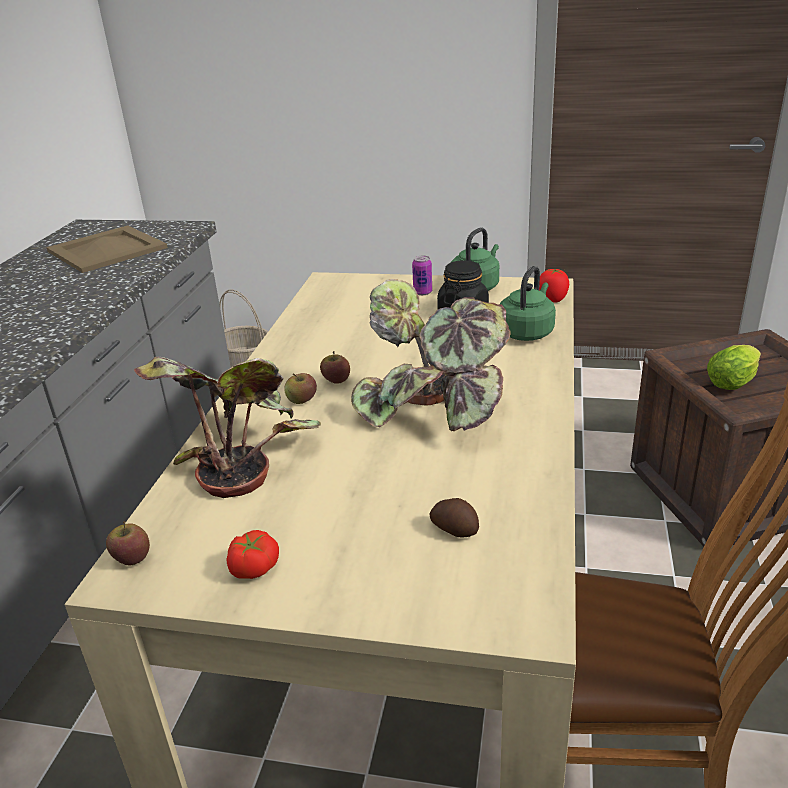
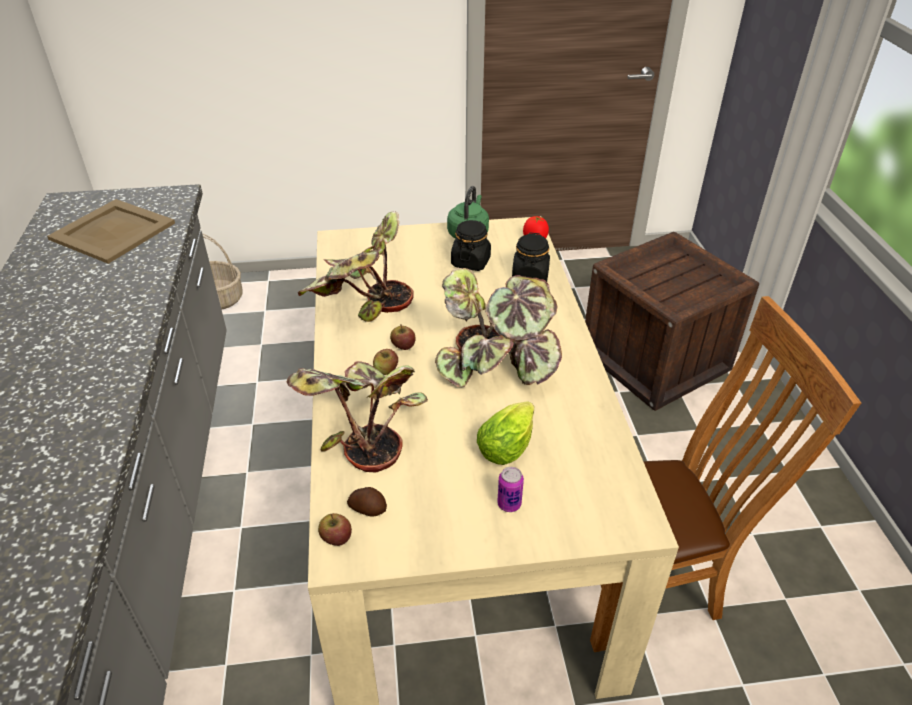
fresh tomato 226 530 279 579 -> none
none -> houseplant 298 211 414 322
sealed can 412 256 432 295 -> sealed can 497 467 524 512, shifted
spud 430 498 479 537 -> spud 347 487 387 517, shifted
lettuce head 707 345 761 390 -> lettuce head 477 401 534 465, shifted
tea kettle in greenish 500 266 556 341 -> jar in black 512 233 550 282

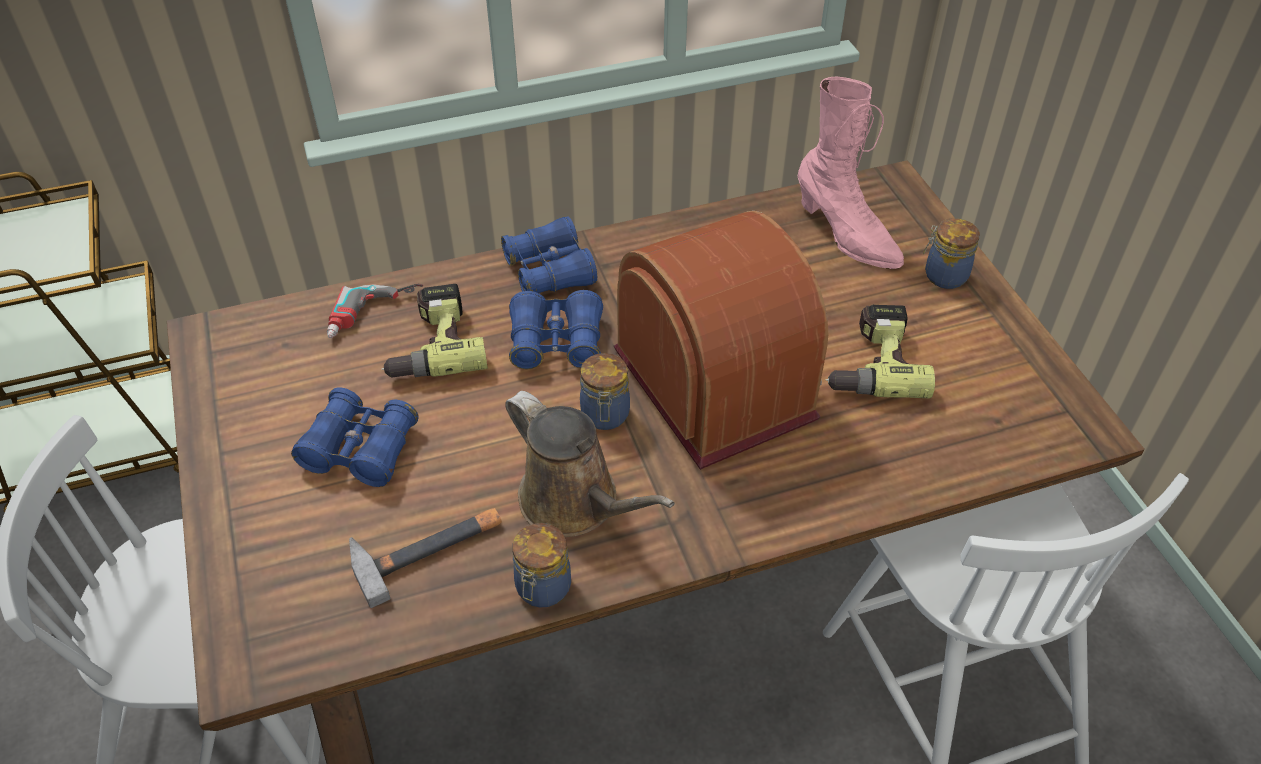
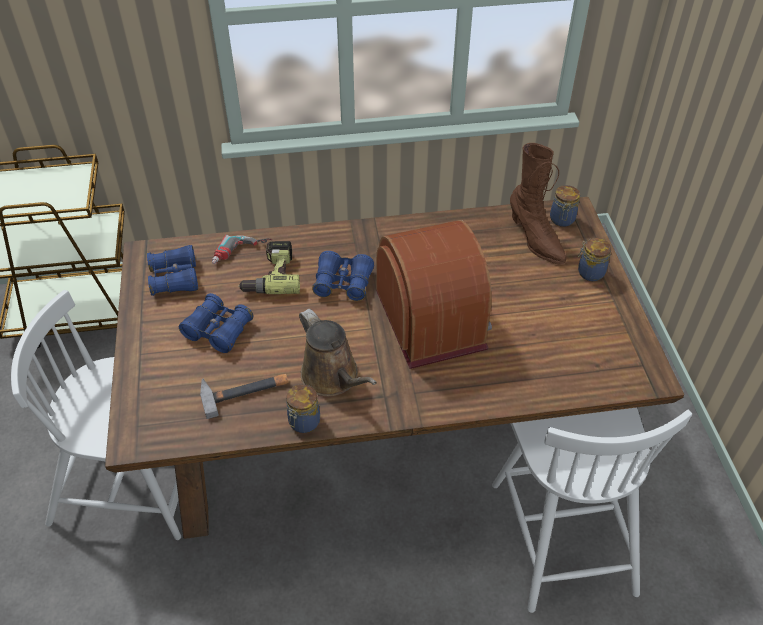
power drill 826 305 935 399 -> none
binoculars in bluish 501 216 597 293 -> binoculars in bluish 147 245 198 296, shifted
jar 580 353 630 430 -> jar 550 185 580 227, shifted
tall boot in pink-coloured 798 77 904 269 -> tall boot in brown 510 143 566 265

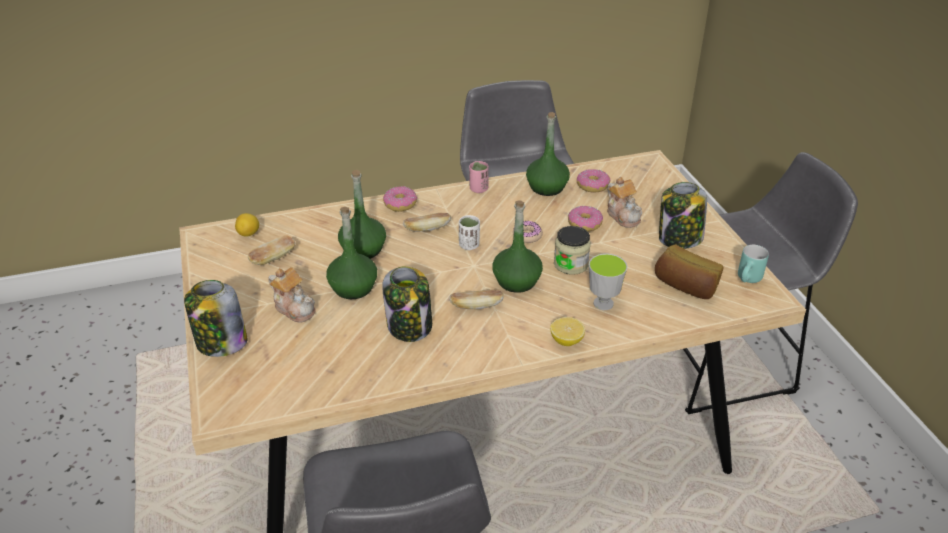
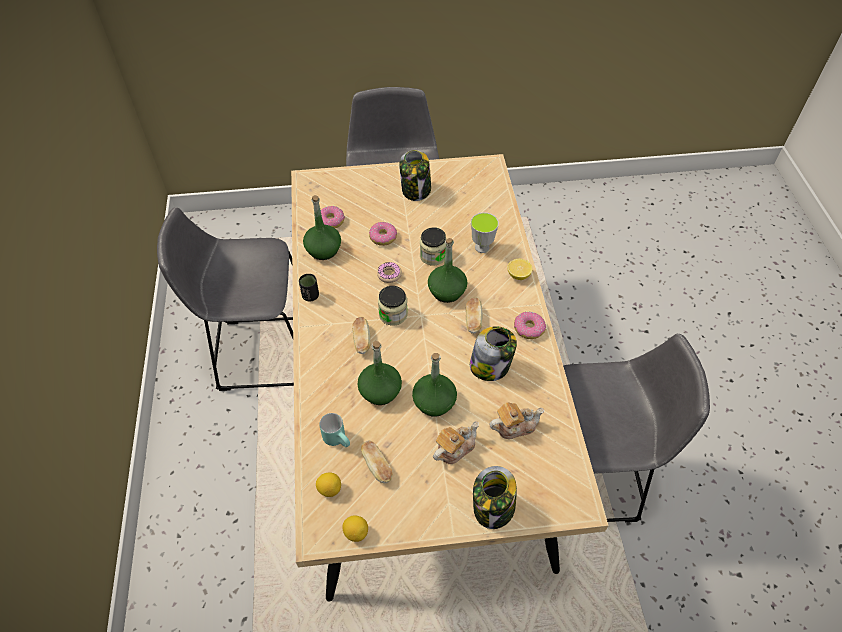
bread 655 245 723 299 -> none
none -> lemon 342 515 368 542
donut 383 186 417 212 -> donut 514 312 546 339, shifted
tea pot 607 177 642 228 -> tea pot 489 402 544 439, shifted
tea mug in turquoise 738 245 769 283 -> tea mug in turquoise 319 413 350 447, shifted
small cup in white-coloured 459 215 480 250 -> jar 378 286 408 326
small cup in pink-coloured 469 161 489 193 -> small cup in black 299 274 319 301

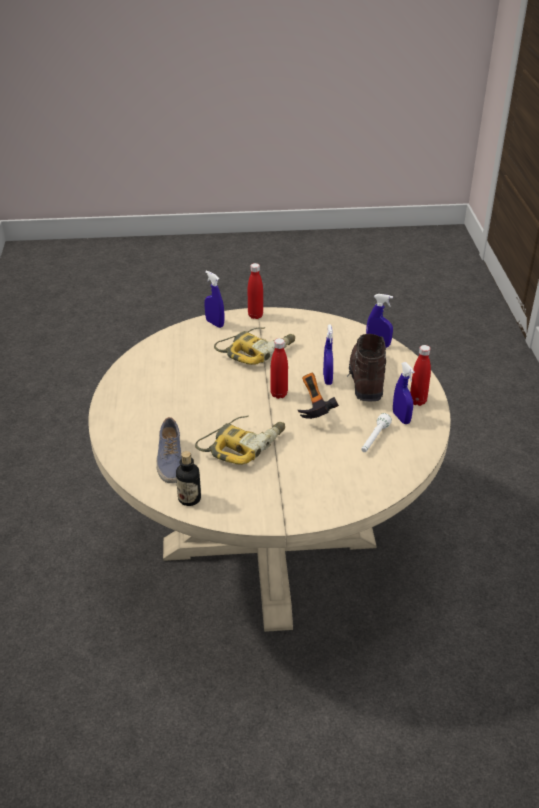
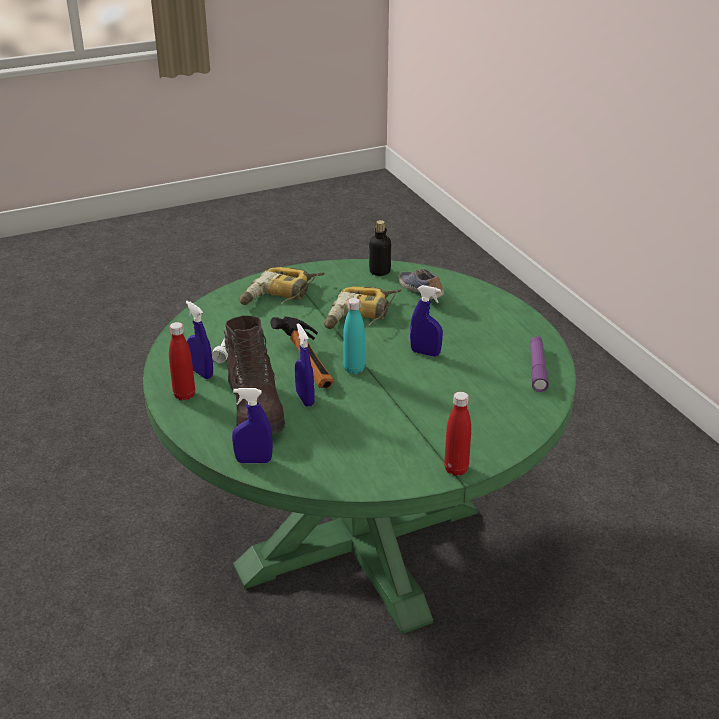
none -> torch in purple-coloured 530 336 549 392
hand sprayer in bluish 204 270 224 328 -> hand sprayer in bluish 410 285 443 356, shifted
power drill 214 327 295 365 -> power drill 239 267 325 305, shifted
dining table in beige-coloured 88 307 451 632 -> dining table in greenish 143 259 576 634
drink bottle in red 270 338 288 399 -> drink bottle in turquoise 343 298 365 374

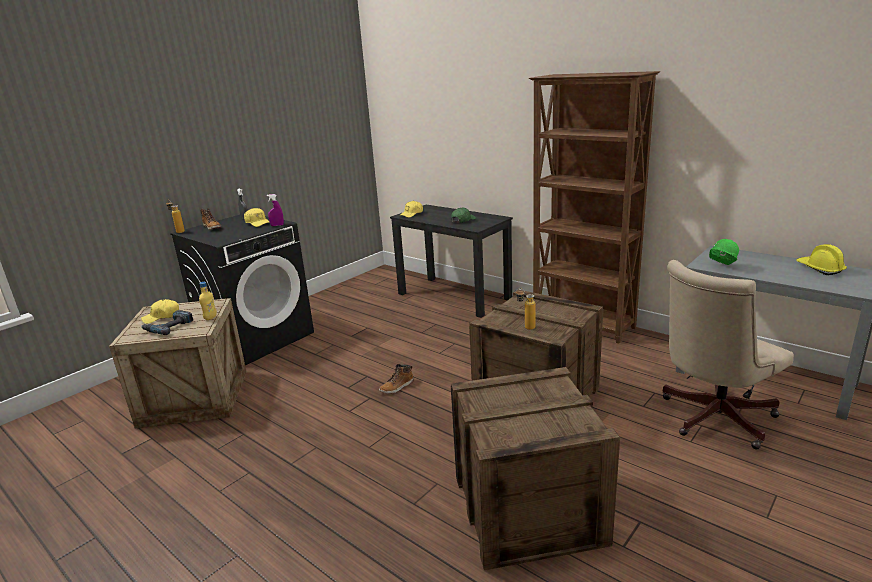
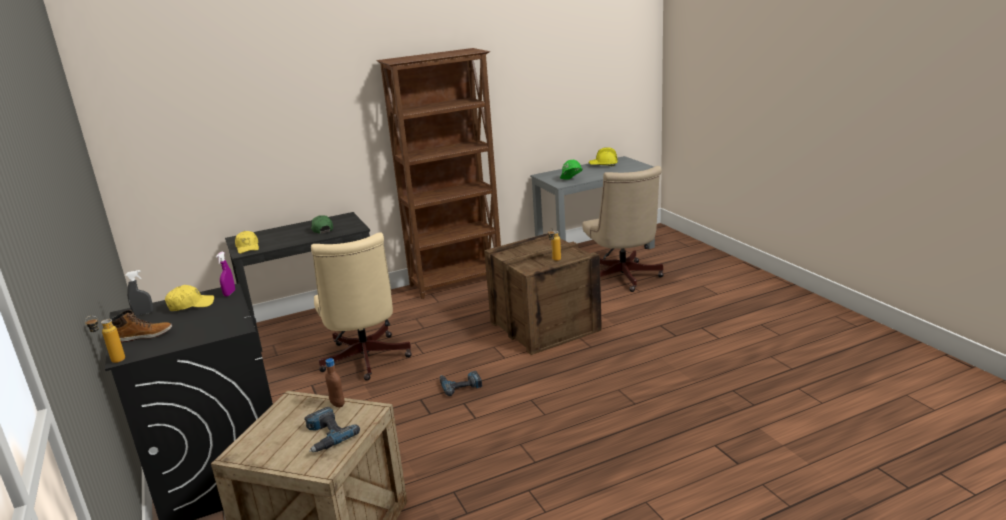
baseball cap in yellow-coloured 141 299 179 324 -> none
packing crate 451 367 620 570 -> none
none -> desk chair in beige-coloured 311 232 412 381
tall boot 379 364 414 394 -> power drill 440 371 482 396
drink bottle in yellow-coloured 199 282 217 320 -> drink bottle in brown 325 358 345 407

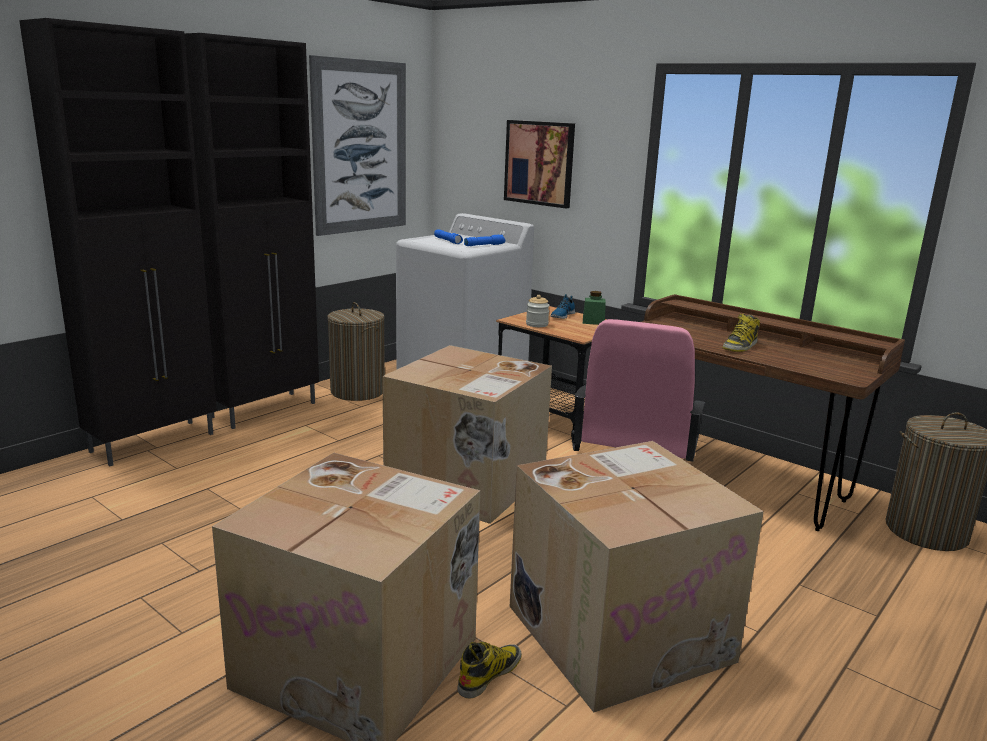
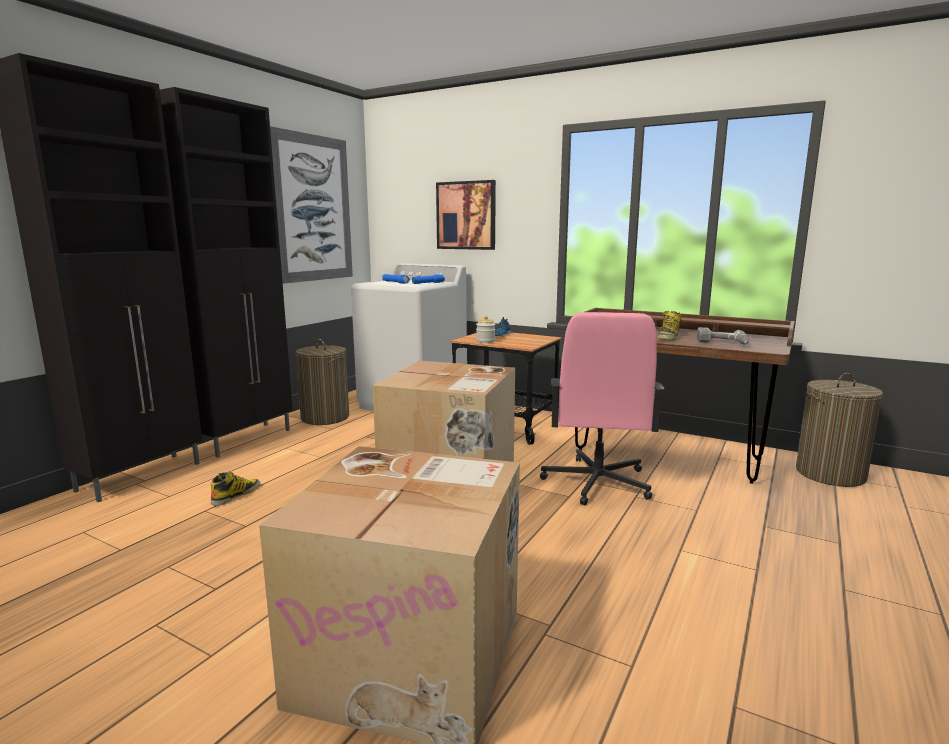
carton 510 441 764 713 -> none
jar in greenish 583 291 606 325 -> none
none -> power drill 697 327 749 345
tall boot 457 642 522 699 -> tall boot 211 472 261 506, shifted

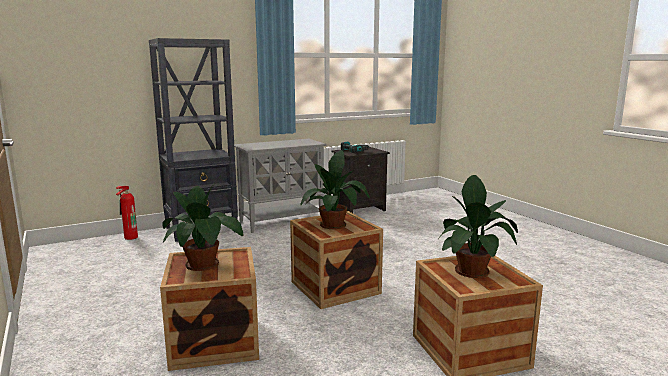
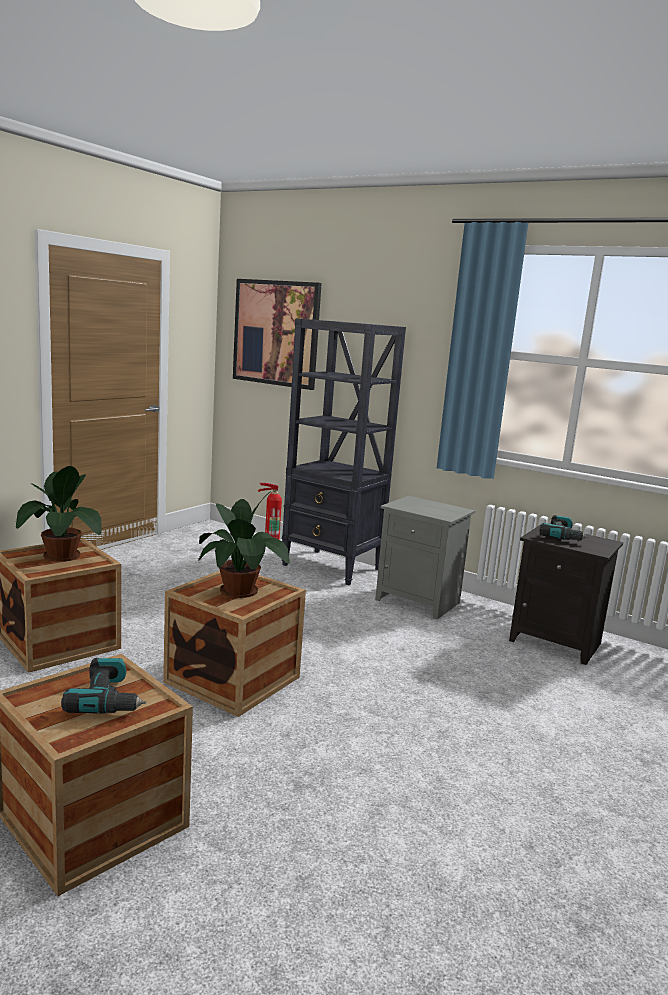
none -> wall picture 233 279 322 390
cabinet in grey 234 139 327 233 -> night table in grey 375 496 475 619
houseplant 438 175 518 278 -> power drill 61 658 146 714

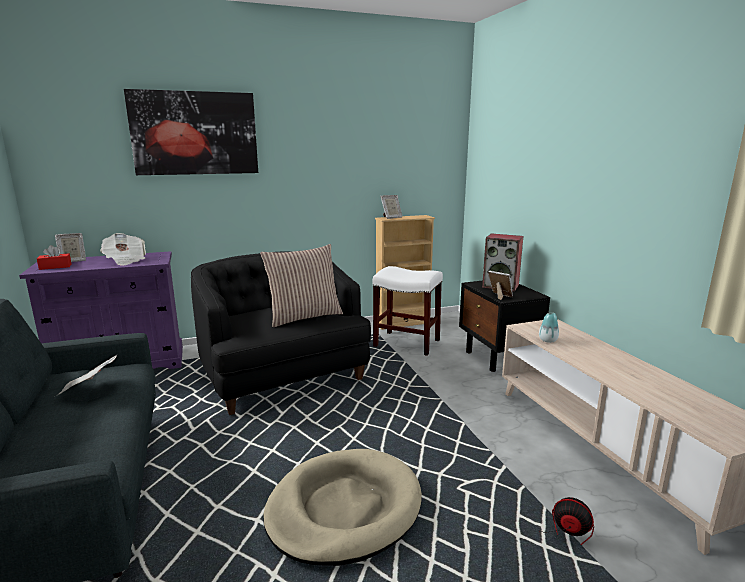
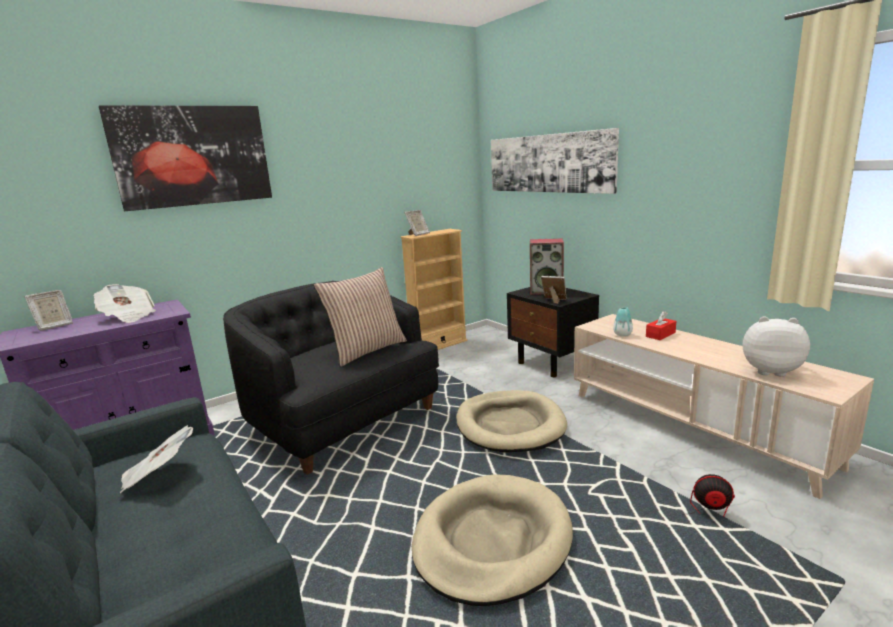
sitting stool in white-coloured 372 266 443 356 -> none
none -> dog bed in beige-coloured 456 390 567 452
none -> wall picture 491 128 619 194
none -> cuddly toy 743 316 810 377
box of tissues in red 37 245 71 270 -> box of tissues in red 646 311 676 340, shifted

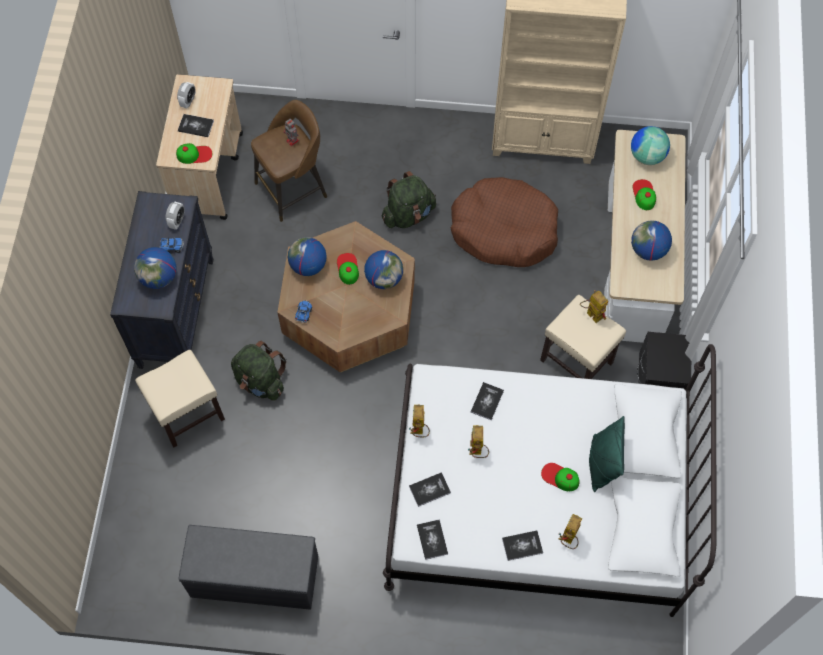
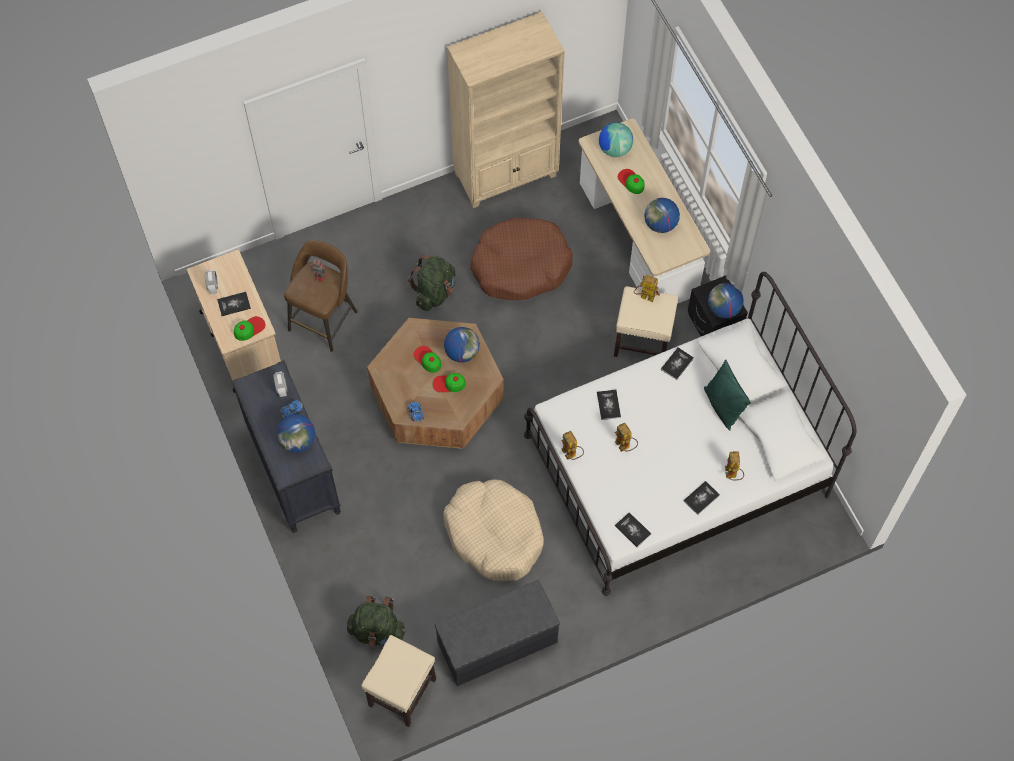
none -> dog bed in beige-coloured 443 479 544 581
sitting stool in beige-coloured 135 350 225 448 -> sitting stool in beige-coloured 361 635 436 727, shifted
rucksack in greenish 231 341 286 401 -> rucksack in greenish 347 596 406 646, shifted
world globe 288 237 327 276 -> world globe 708 283 743 318, shifted
book 409 472 451 507 -> book 661 347 694 380, shifted
baseball cap 541 463 579 491 -> baseball cap 432 373 466 393, shifted

